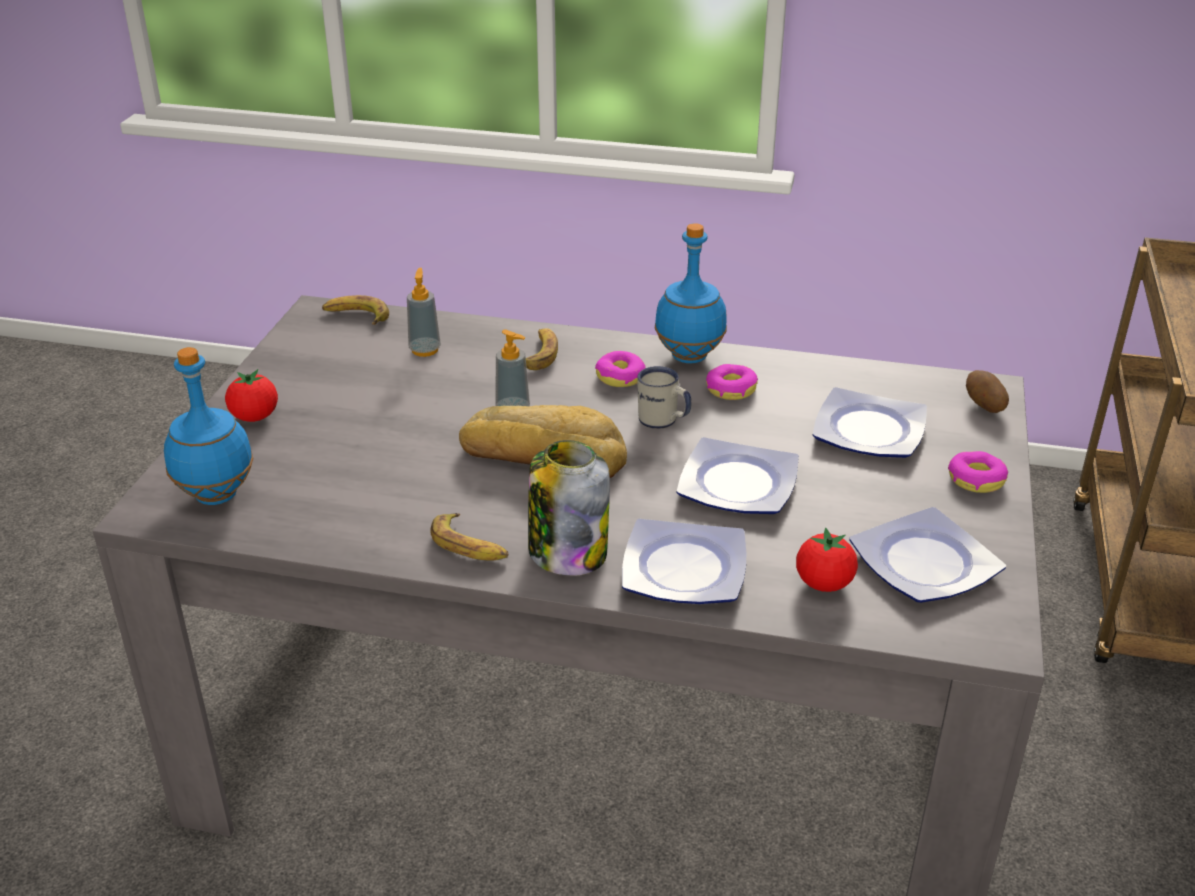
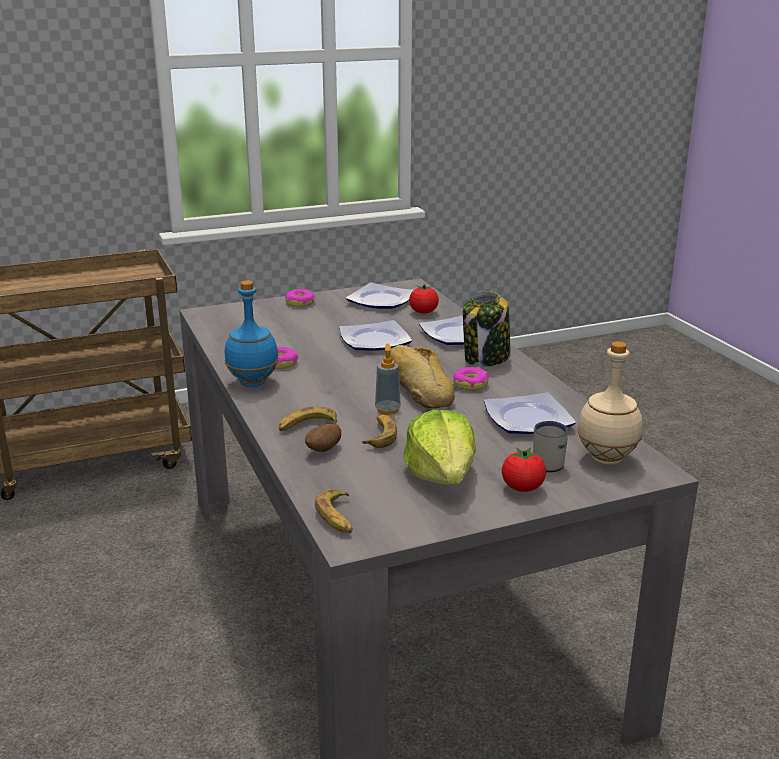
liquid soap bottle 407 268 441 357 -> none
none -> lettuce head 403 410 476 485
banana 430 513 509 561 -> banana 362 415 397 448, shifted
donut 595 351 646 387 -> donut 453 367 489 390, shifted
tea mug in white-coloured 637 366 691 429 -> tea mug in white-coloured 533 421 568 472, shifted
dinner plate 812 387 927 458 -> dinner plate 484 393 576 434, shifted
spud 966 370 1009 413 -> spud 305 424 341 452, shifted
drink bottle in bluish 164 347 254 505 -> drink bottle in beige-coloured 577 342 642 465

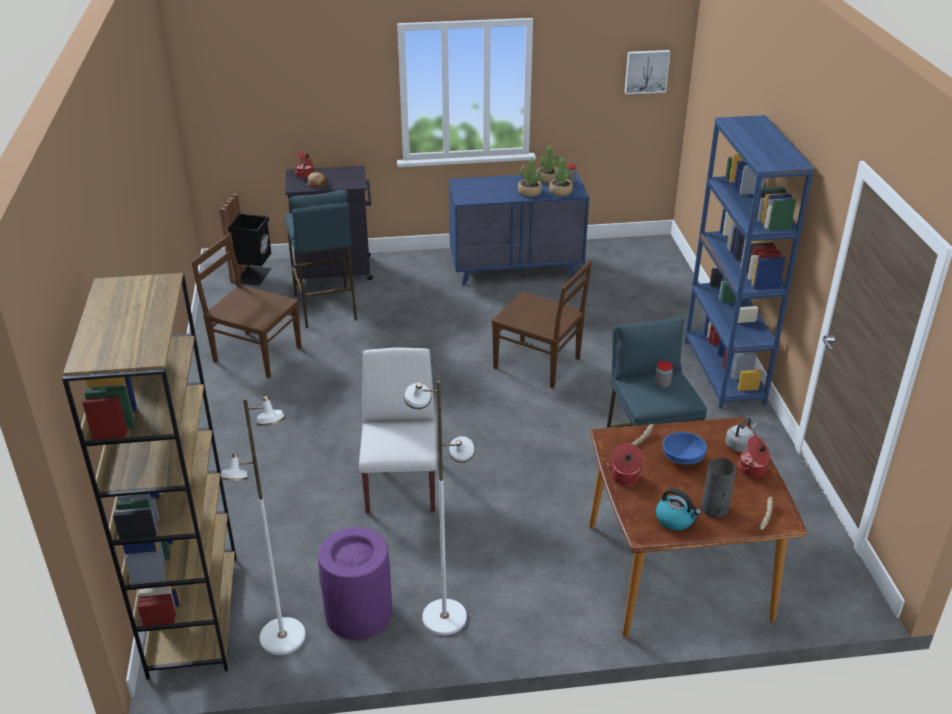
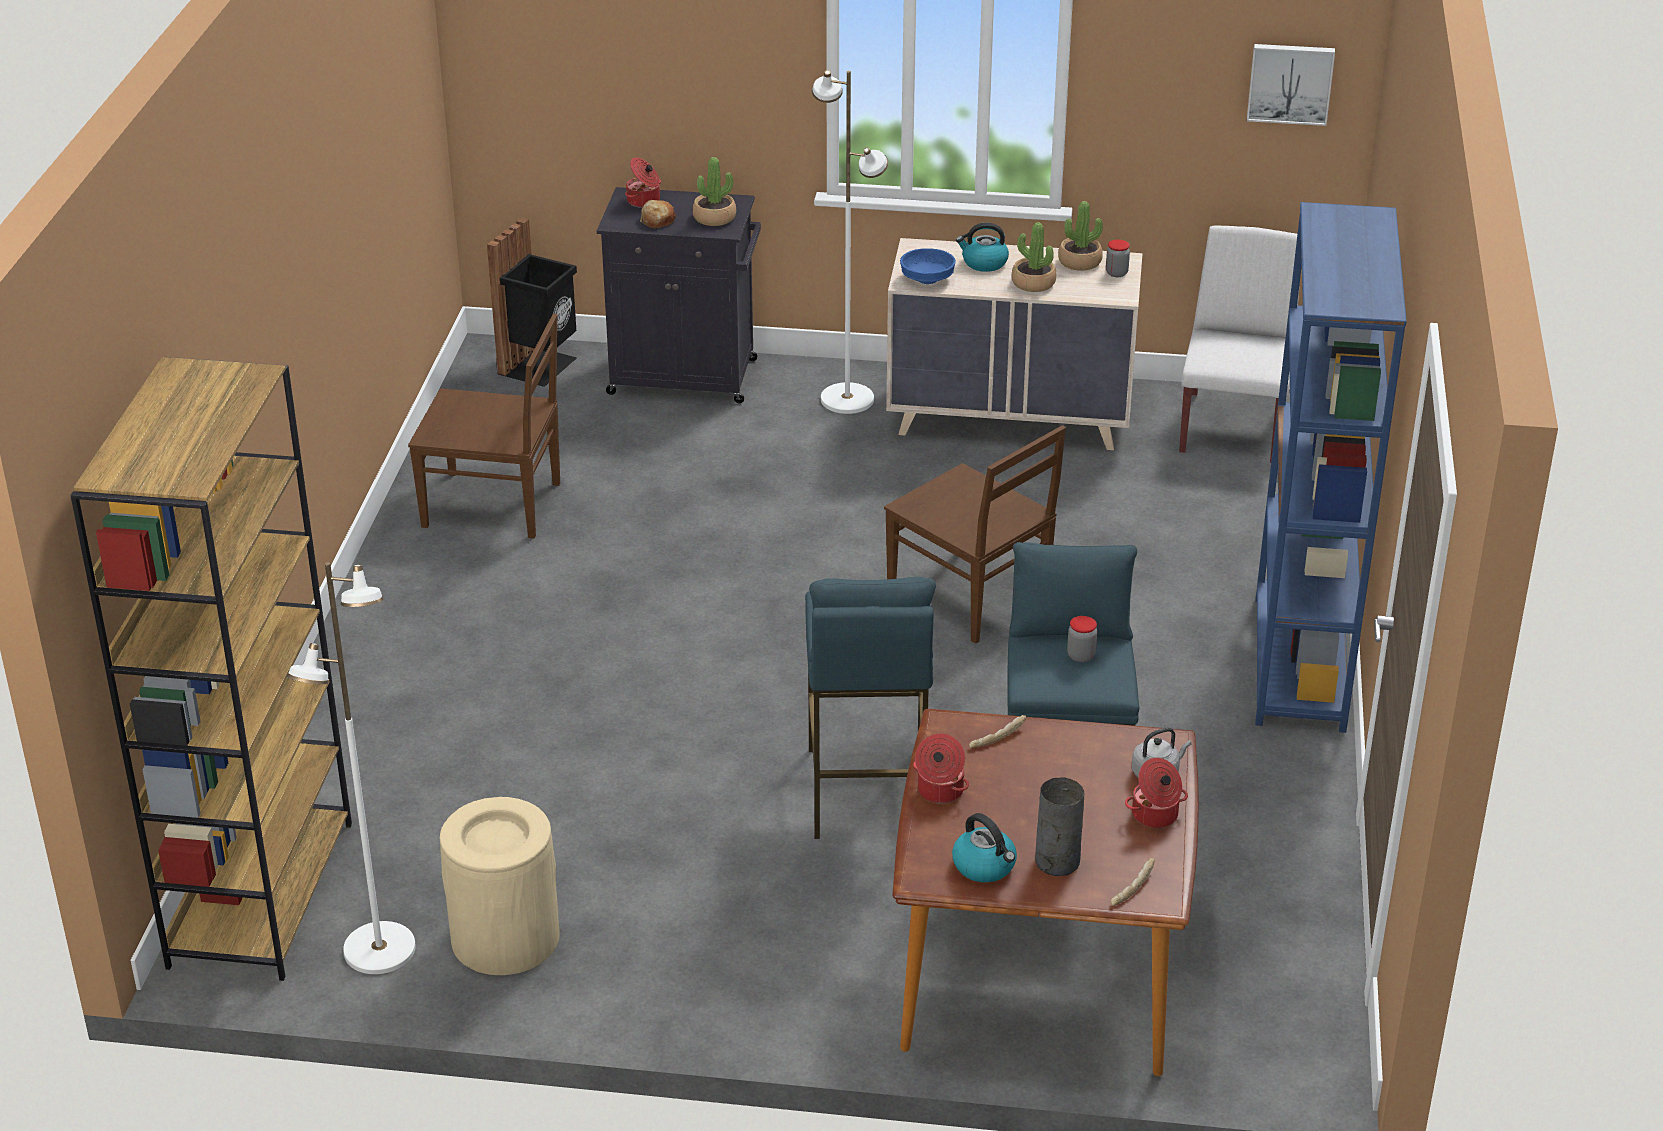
none -> tea kettle 956 223 1009 272
sitting stool in bluish 285 190 357 328 -> sitting stool in bluish 805 577 936 839, shifted
upright chair in white-coloured 359 347 437 514 -> upright chair in white-coloured 1179 225 1300 463, shifted
standard lamp in white-coloured 404 380 476 635 -> standard lamp in white-coloured 812 70 888 414, shifted
houseplant 549 158 573 196 -> houseplant 692 157 736 226, shifted
bowl in bluish 663 432 707 465 -> bowl in bluish 900 248 956 284, shifted
rubbish bin in purple-coloured 318 527 393 640 -> rubbish bin in beige-coloured 440 797 560 975
dresser in bluish 449 172 589 285 -> dresser in beige-coloured 886 238 1143 450
upright chair in brown 191 235 302 378 -> upright chair in brown 408 314 560 538, 150 degrees clockwise

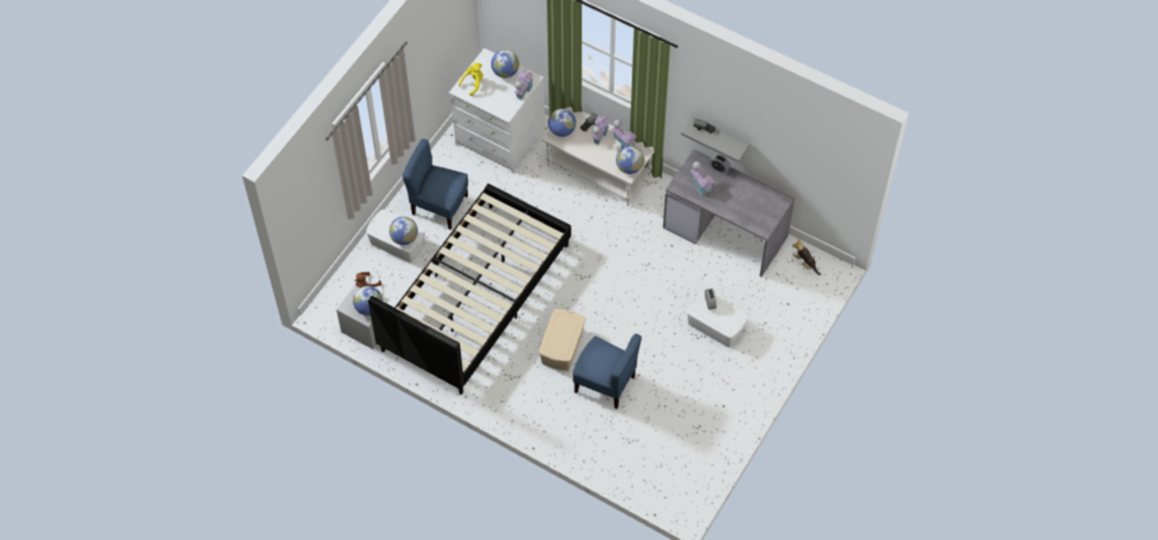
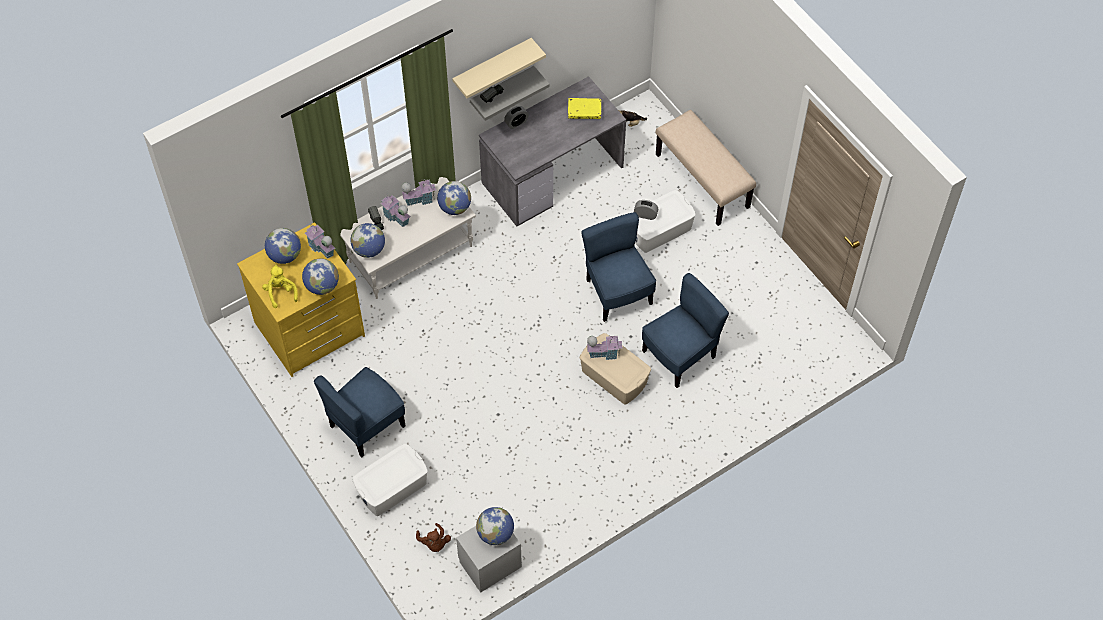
bedroom bed in black 368 184 571 395 -> none
none -> bracket shelf in beige-coloured 452 38 546 98
none -> book in yellow-coloured 568 98 601 119
none -> upright chair in bluish 581 212 656 322
none -> bench in beige-coloured 656 110 756 226
world globe 389 217 418 245 -> world globe 302 259 339 295, shifted
model house 690 161 714 196 -> model house 587 336 623 360, shifted
dresser in white-coloured 449 48 545 173 -> dresser in yellow-coloured 237 222 365 377

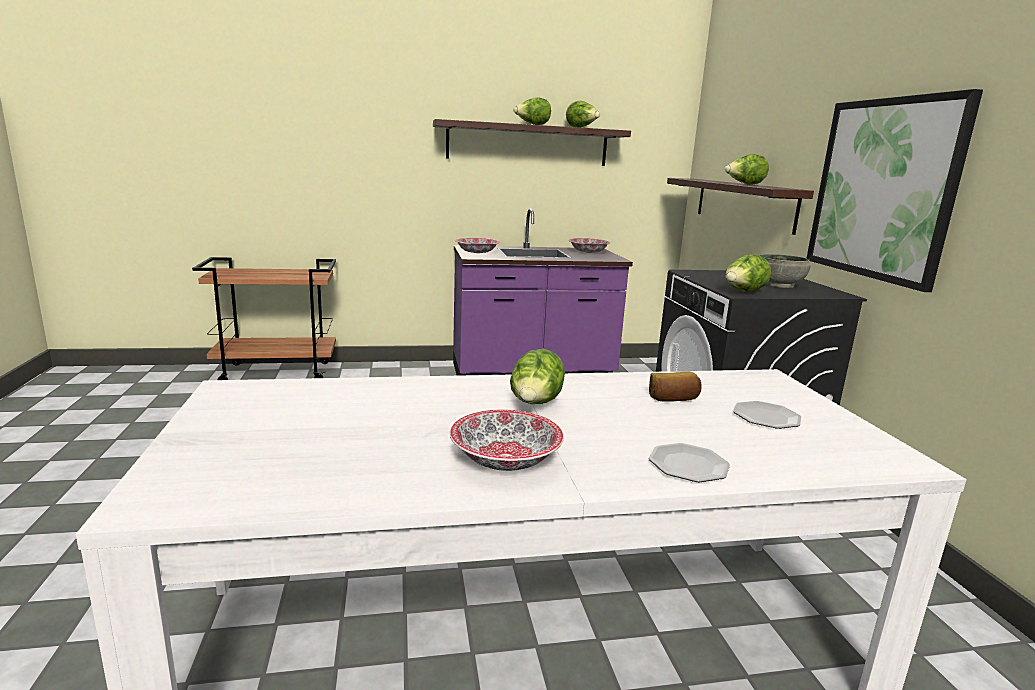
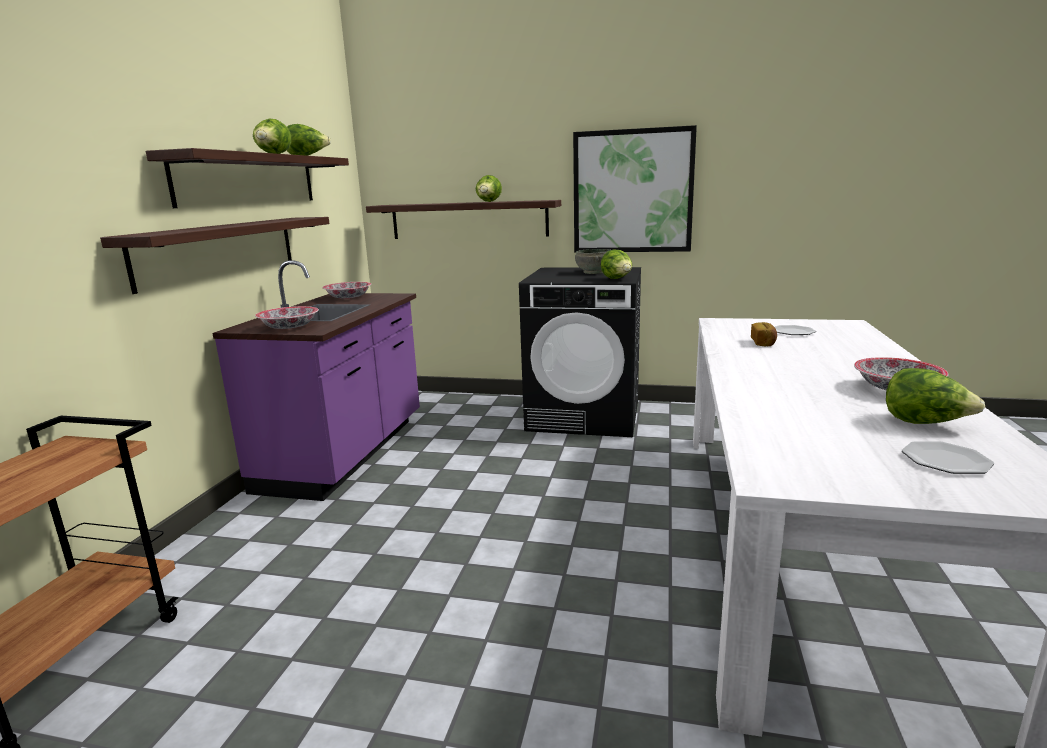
none -> bracket shelf 100 217 329 294
lettuce head 510 349 565 404 -> lettuce head 886 368 985 424, shifted
dinner plate 649 443 730 482 -> dinner plate 902 441 994 474, shifted

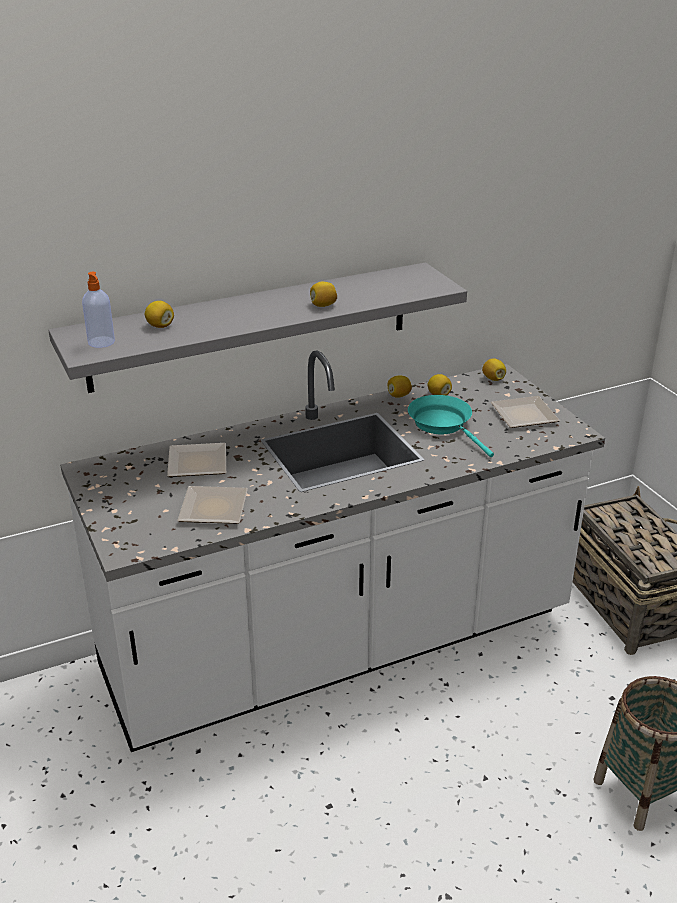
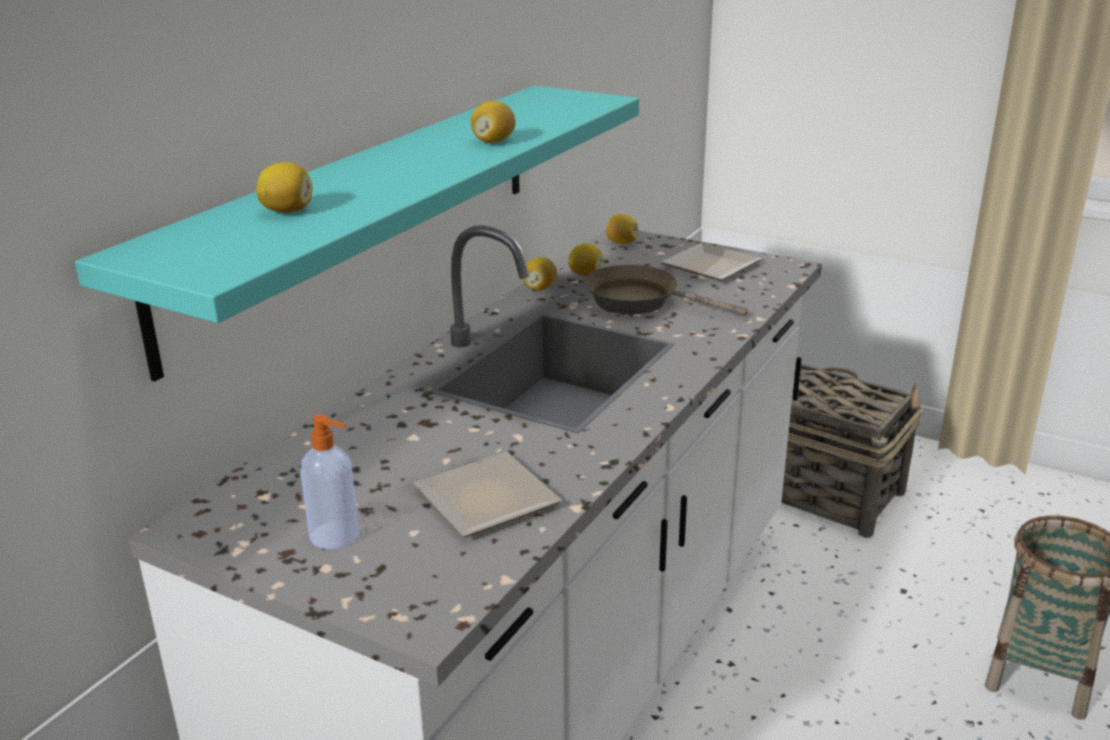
dinner plate 167 443 226 477 -> none
liquid soap bottle 82 272 115 348 -> liquid soap bottle 300 415 359 550, shifted
bracket shelf in grey 48 262 467 393 -> bracket shelf in turquoise 75 86 639 382
skillet in turquoise 408 395 494 457 -> skillet in brown 584 265 748 316

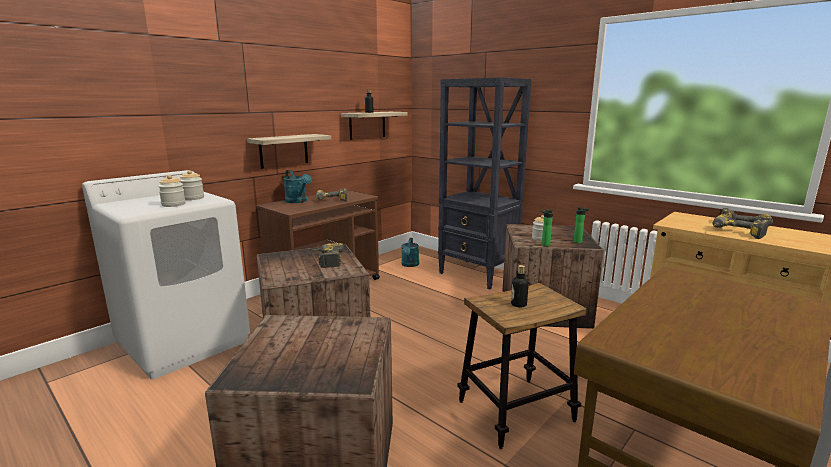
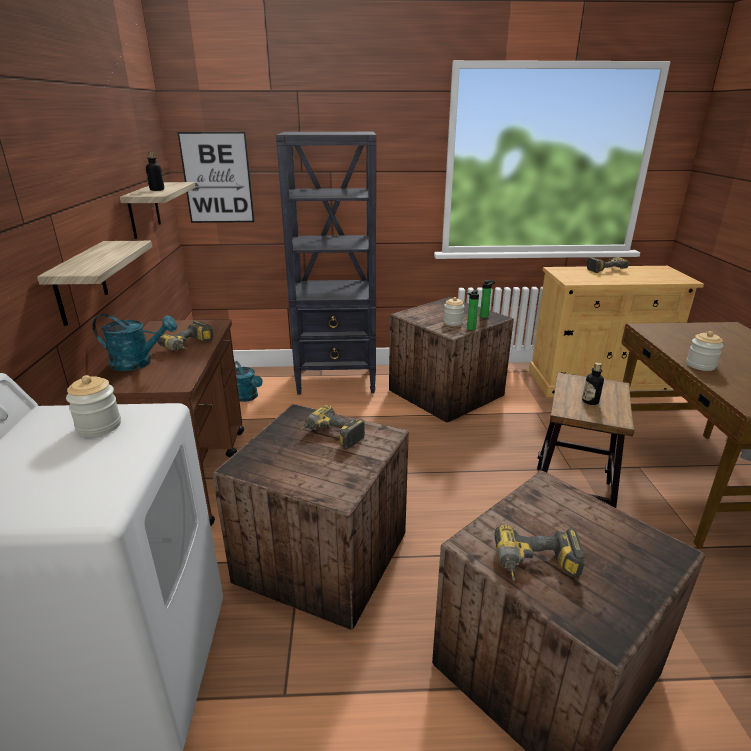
none -> wall picture 177 132 254 223
jar 158 175 186 207 -> jar 686 331 723 371, shifted
power drill 712 214 769 239 -> power drill 495 525 585 581, shifted

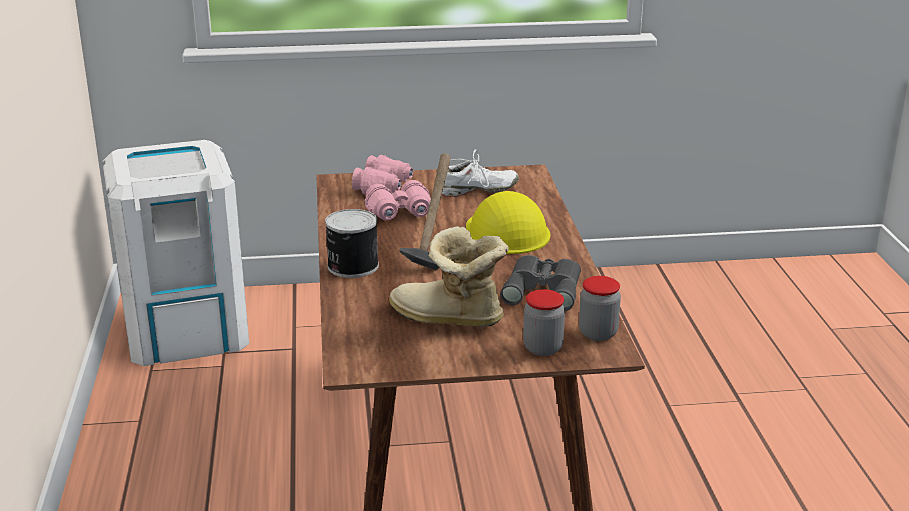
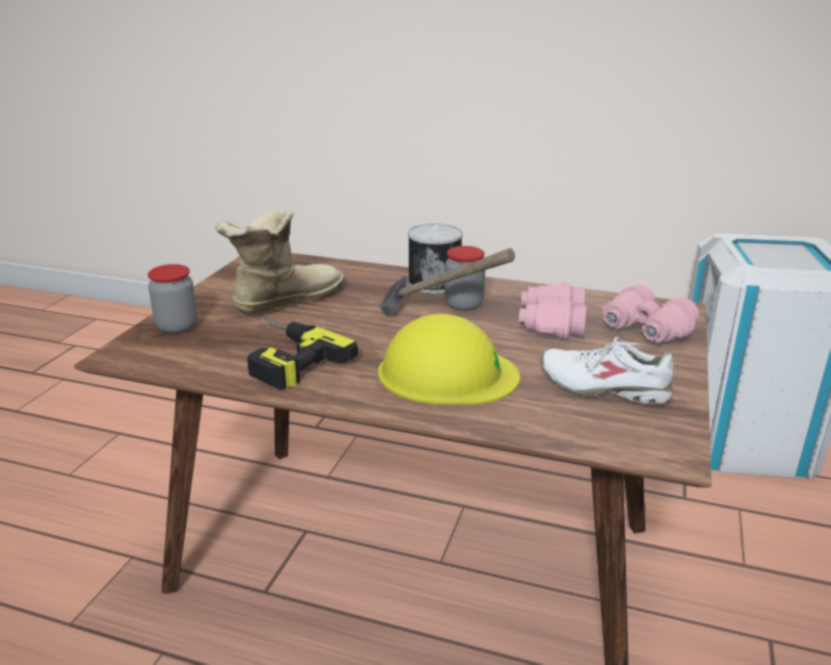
jar 579 276 621 341 -> jar 445 246 485 311, shifted
binoculars in grey 500 255 581 311 -> power drill 247 316 358 390
low shoe in white-coloured 442 150 519 197 -> low shoe in white-coloured 540 337 674 405, 105 degrees clockwise

